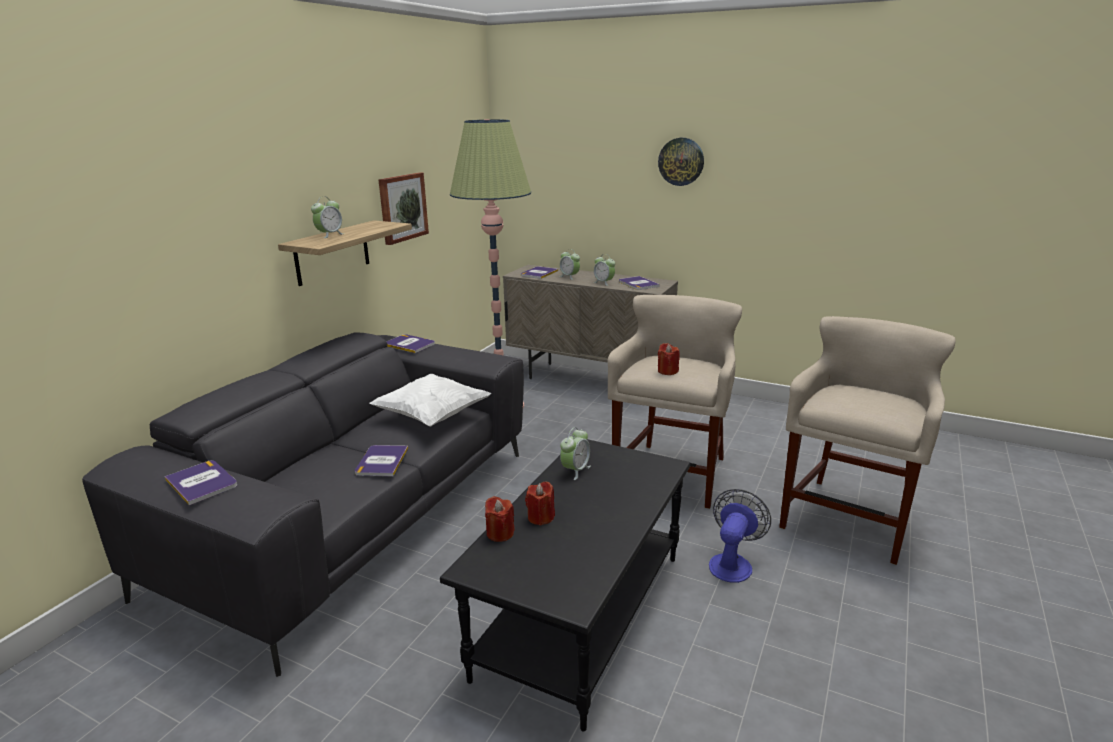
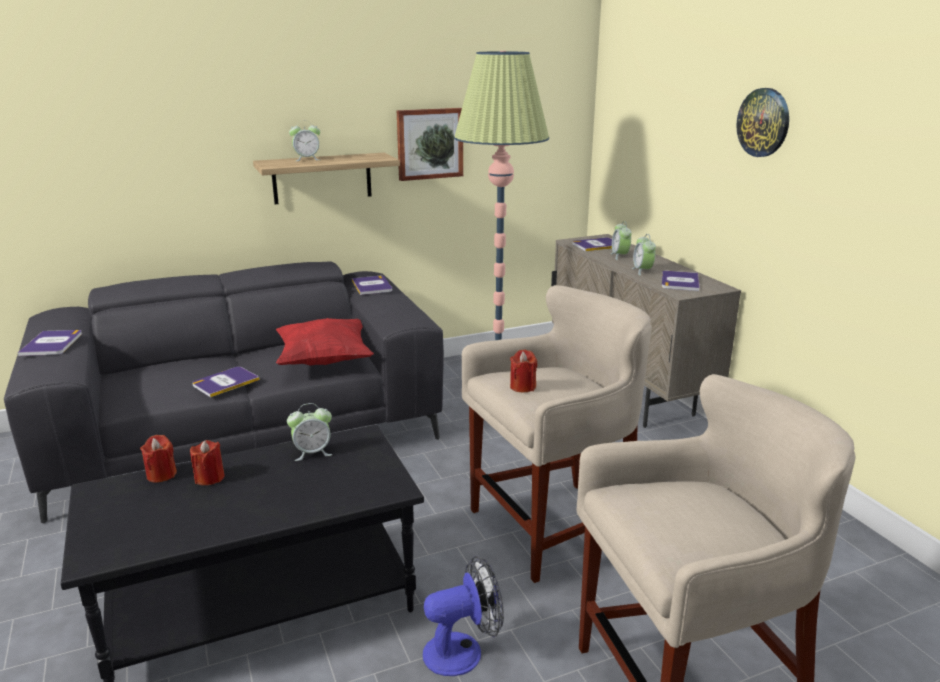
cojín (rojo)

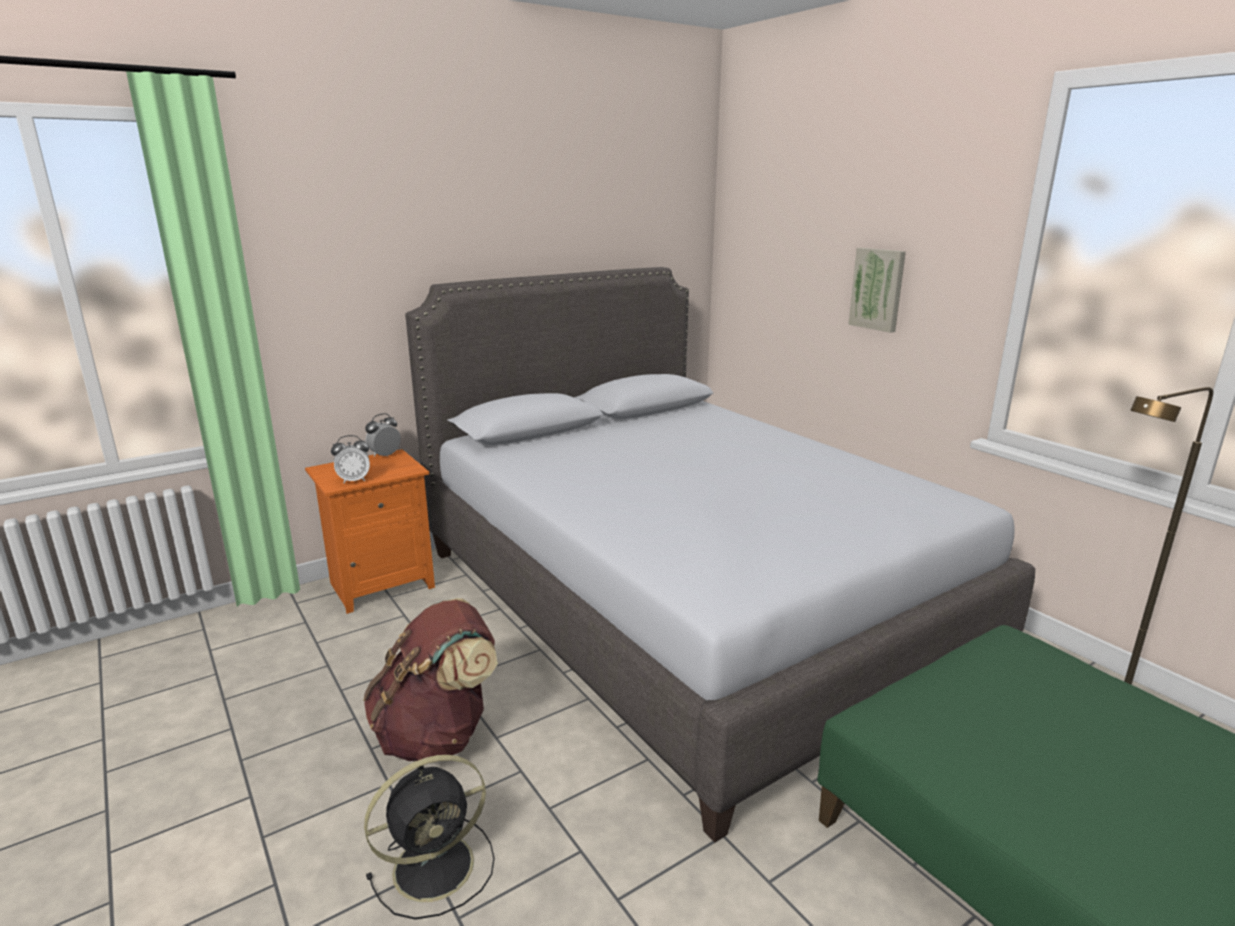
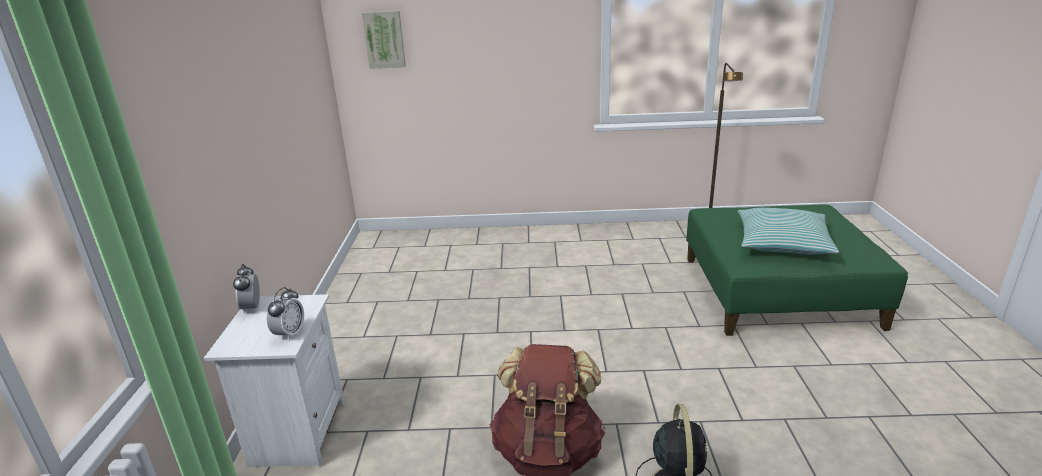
mesita de noche (blanco); cuadro; cojín; cama (gris)

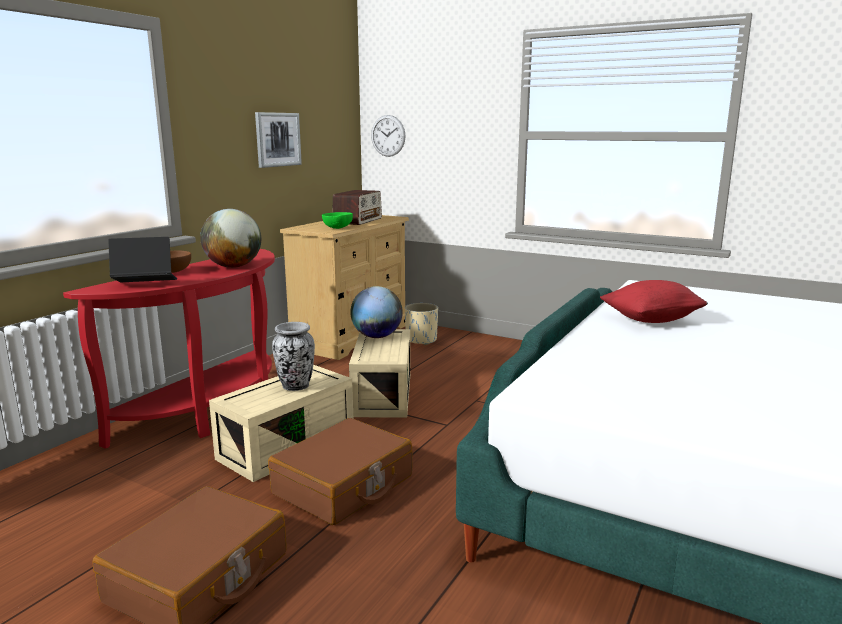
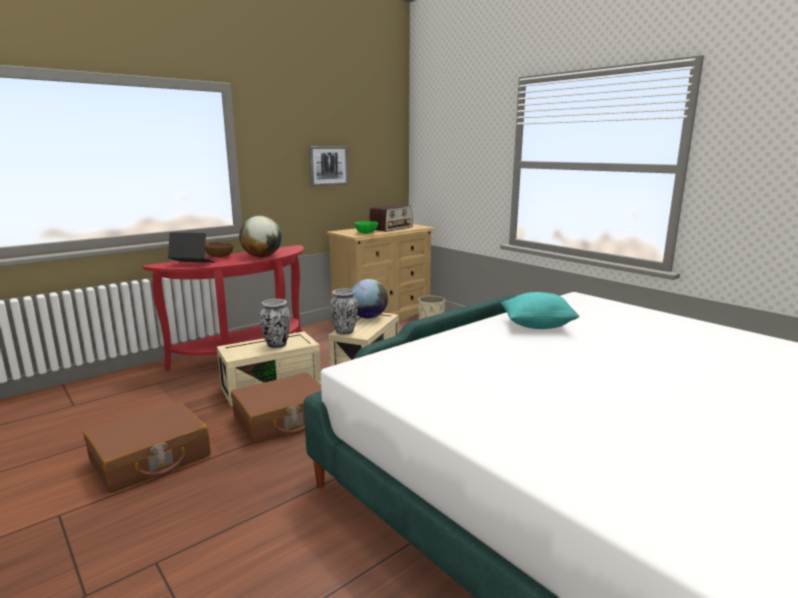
florero (2nd from left); cojín (turquesa); reloj de pared

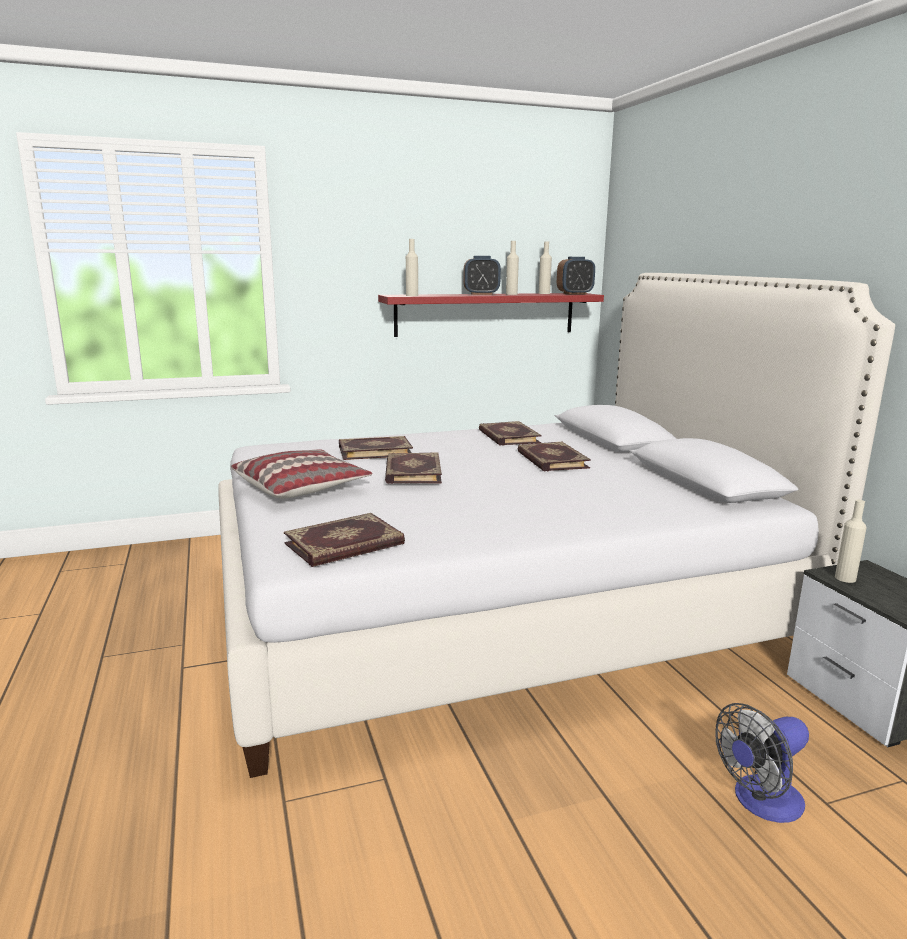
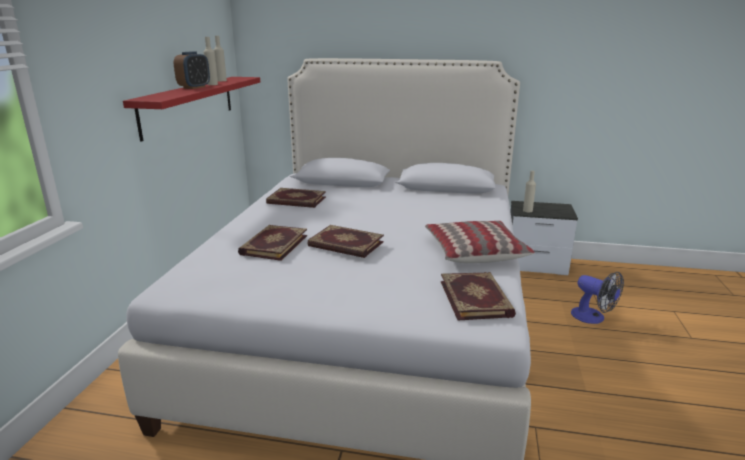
cojín; ventilador; botella (beis) (1st from left in the first image); libro (5th from left in the first image); despertador (2nd from left in the first image)

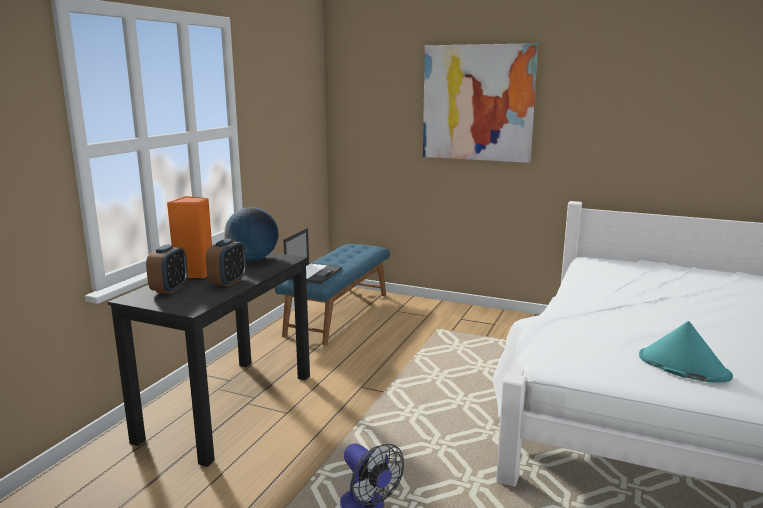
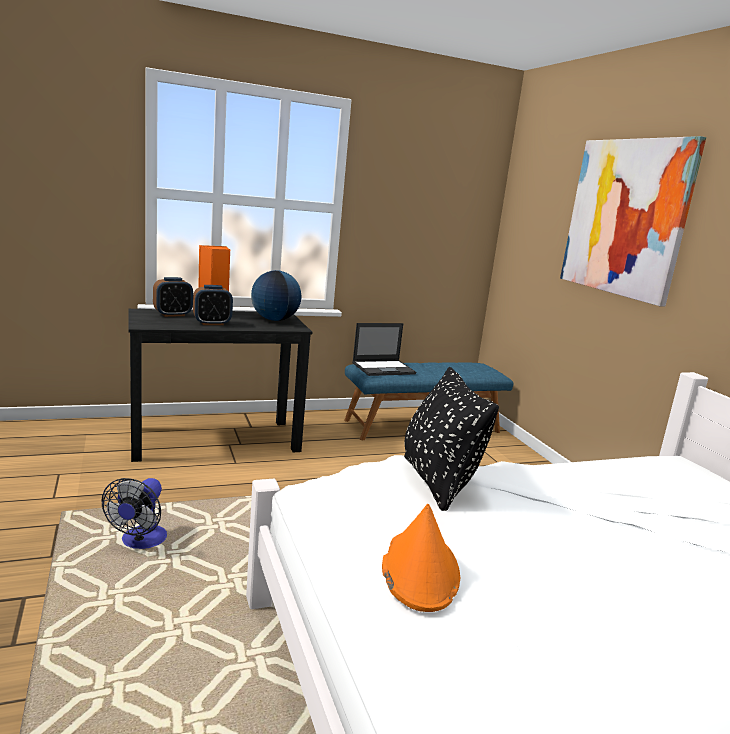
sombrero (naranja); cojín (negro)

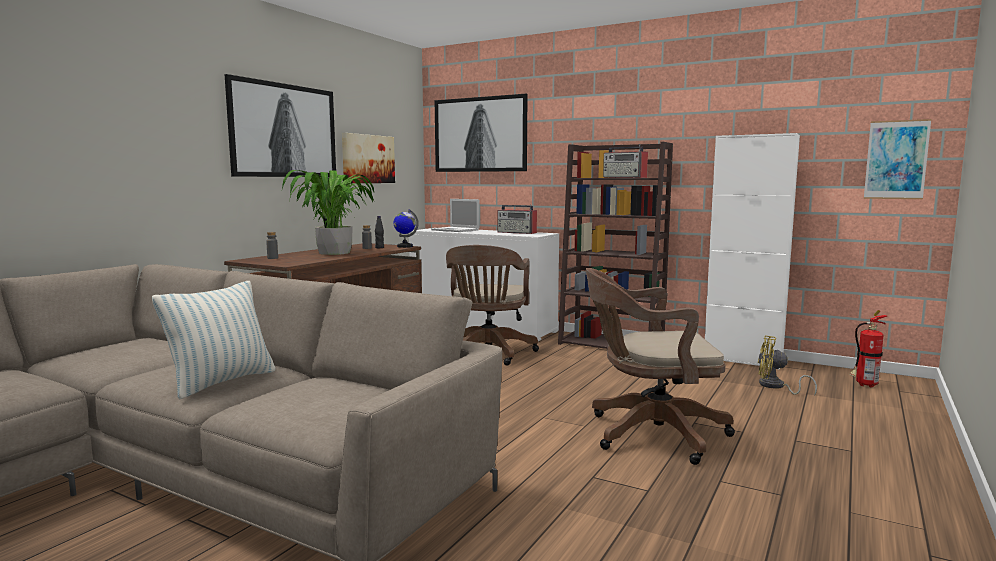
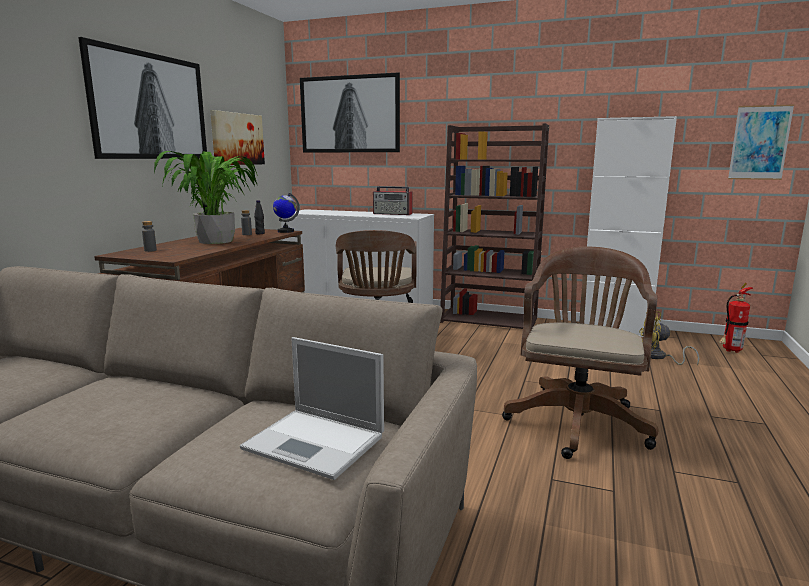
portátil; silla de oficina (marrón) (2nd from left); cojín; radio (2nd from left in the first image)

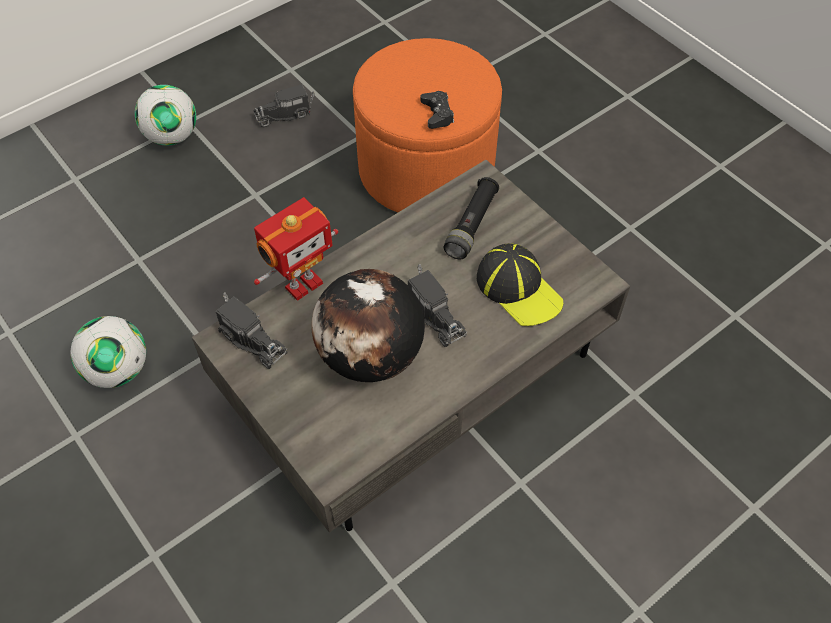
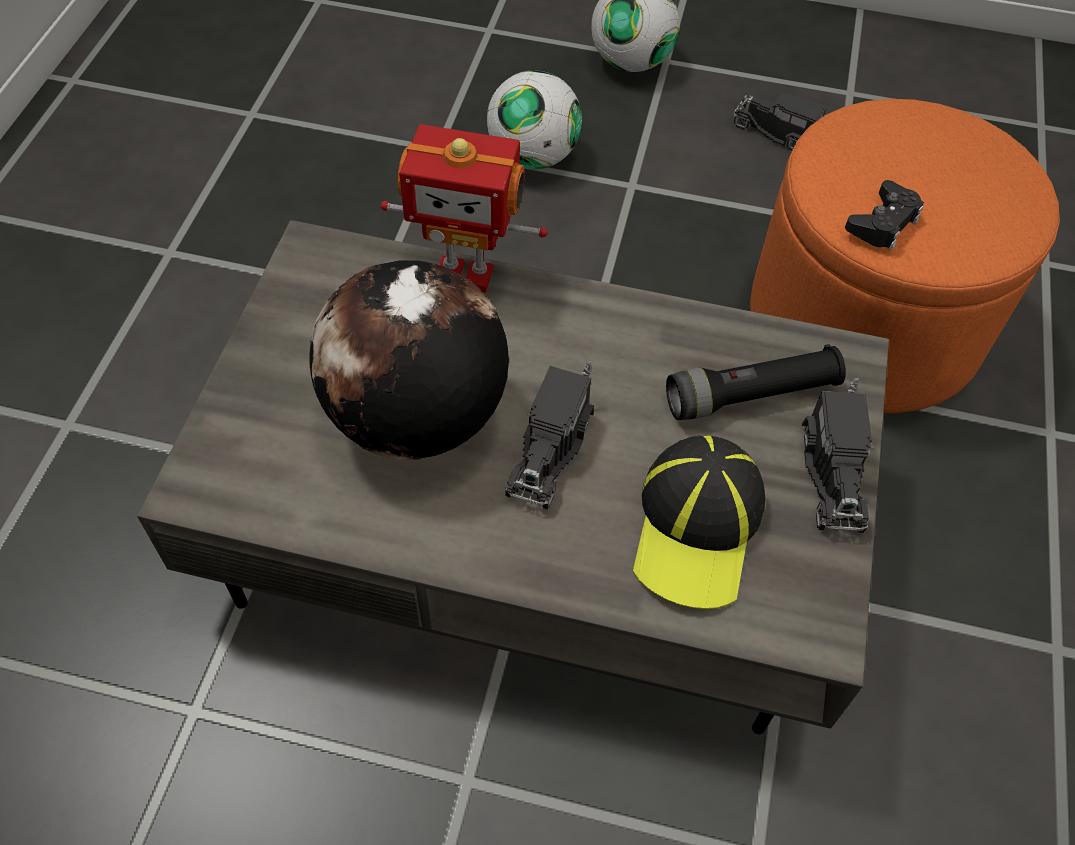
balón de fútbol (1st from left); camión de juguete (3rd from left)

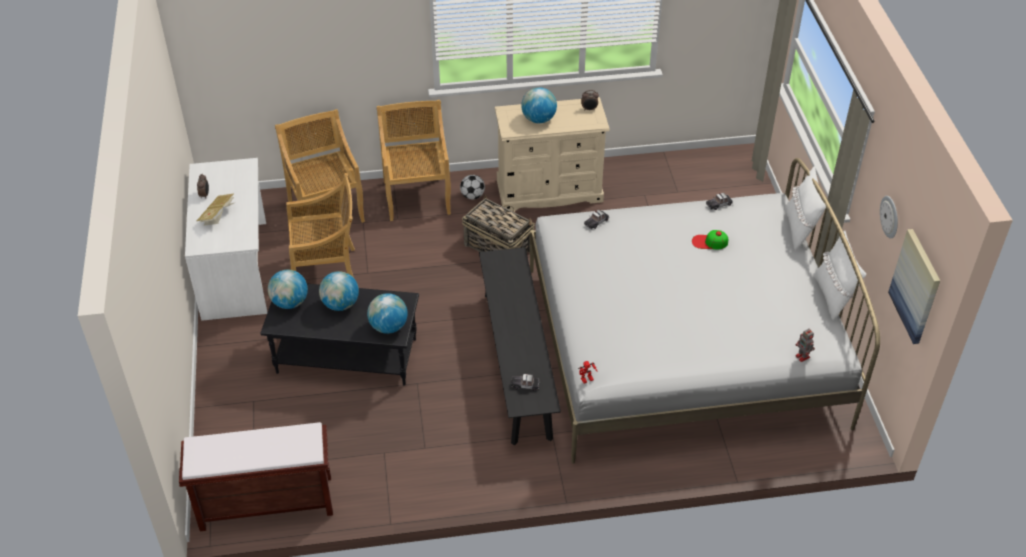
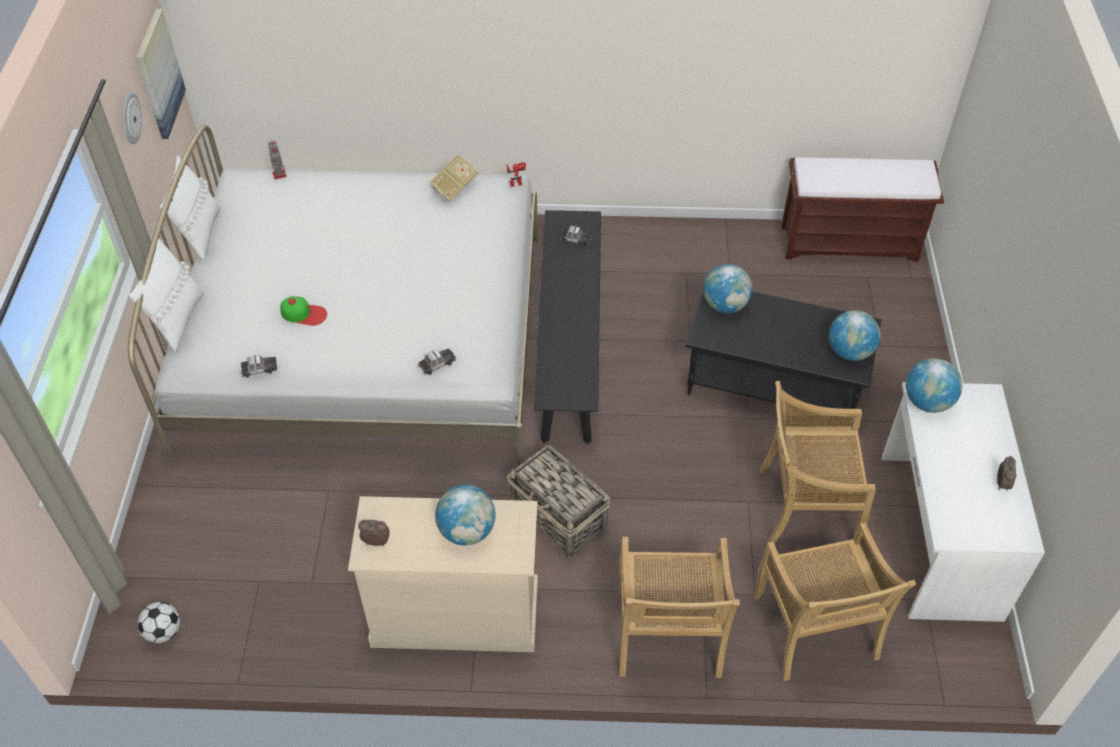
balón de fútbol; libro; globo terráqueo (4th from left)

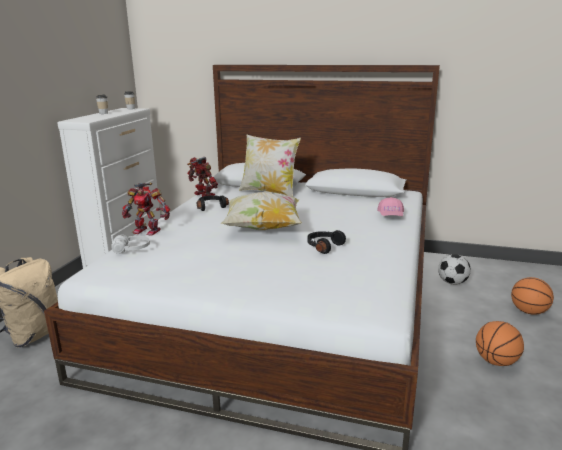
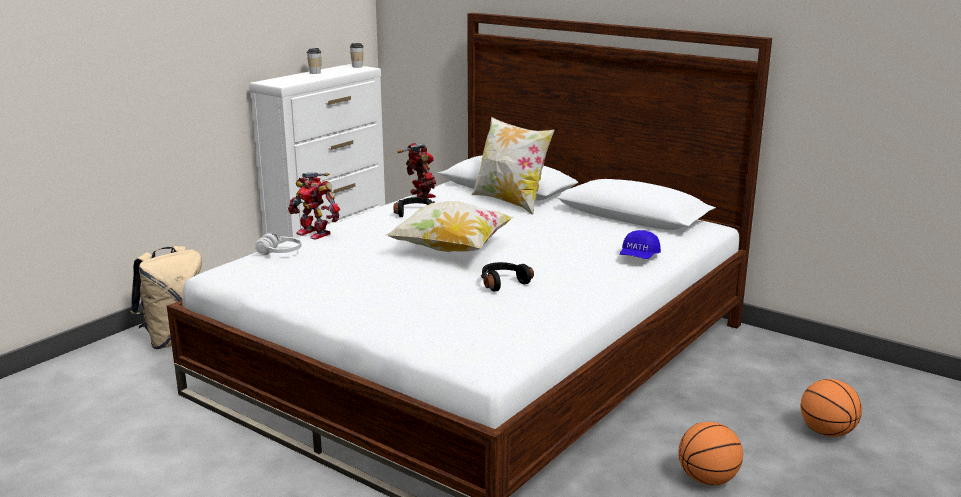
gorra (azul); balón de fútbol

